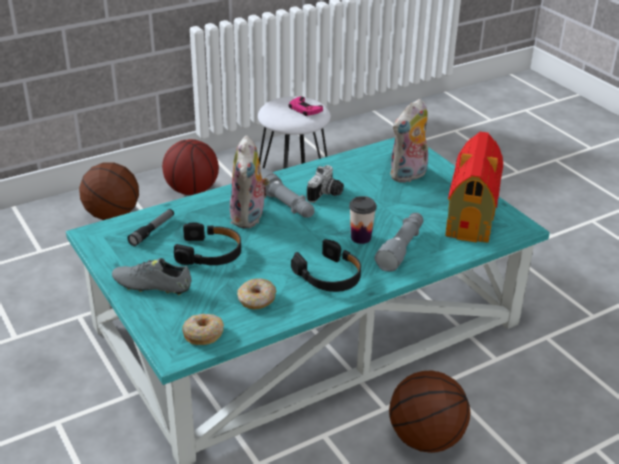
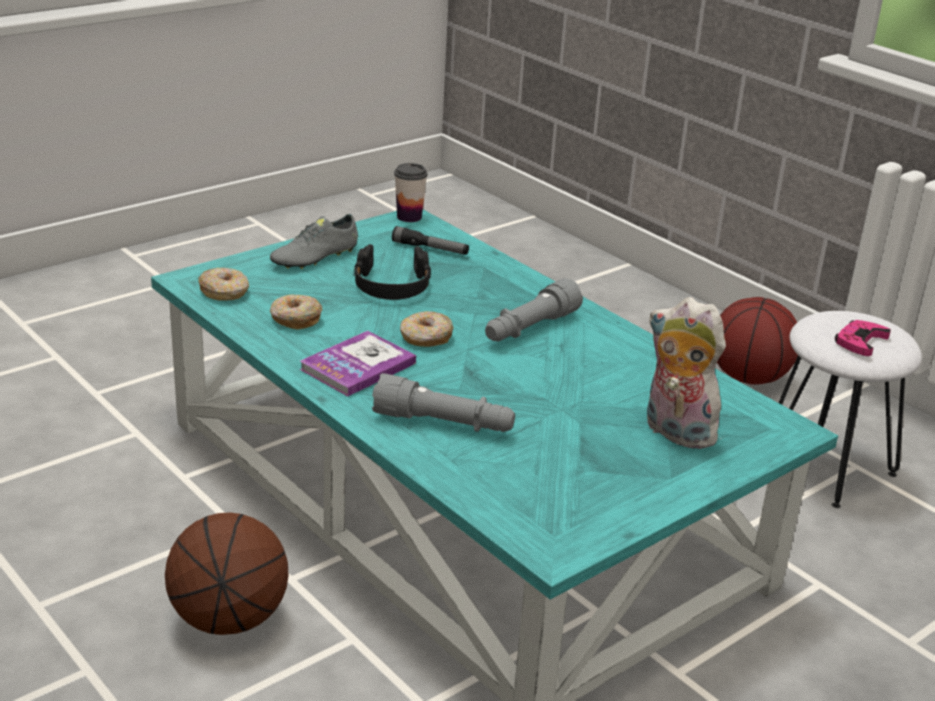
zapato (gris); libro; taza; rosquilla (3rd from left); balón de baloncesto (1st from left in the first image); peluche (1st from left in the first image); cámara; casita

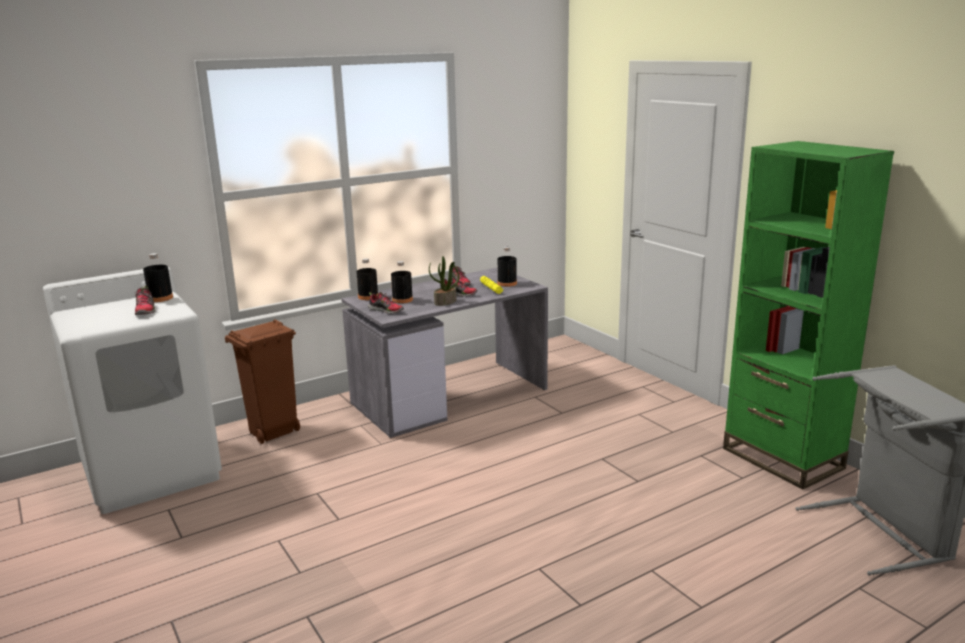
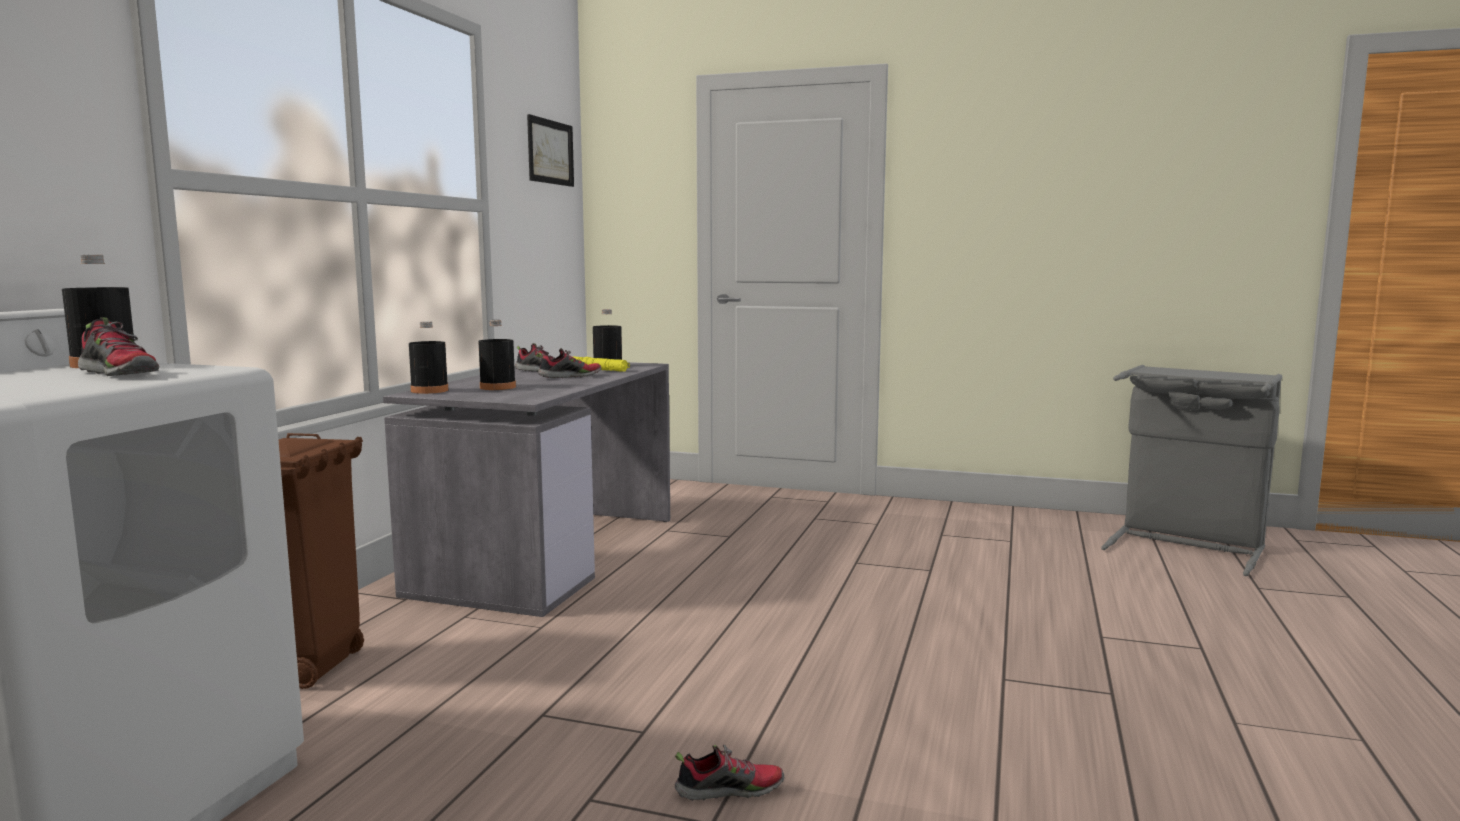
cuadro; zapato (4th from left); planta en maceta; estantería (verde)

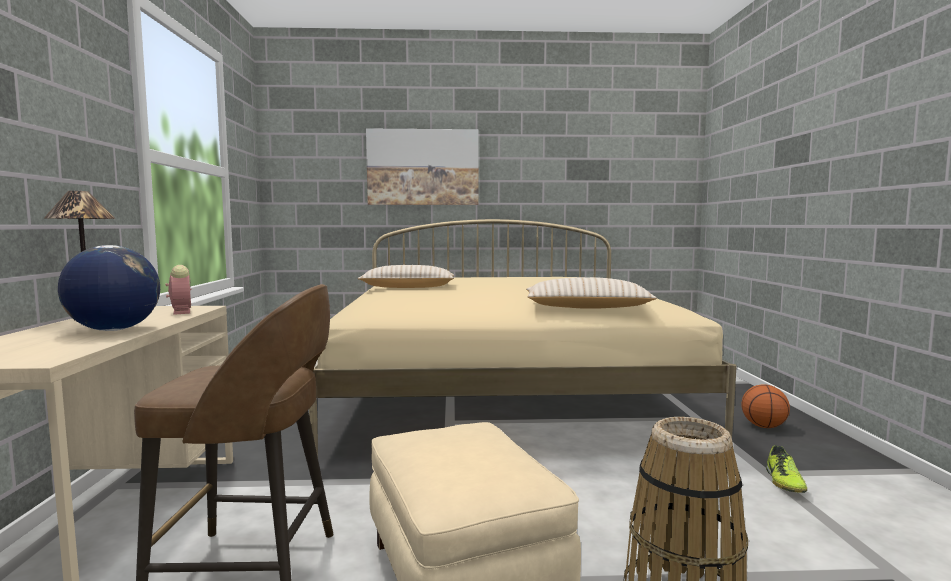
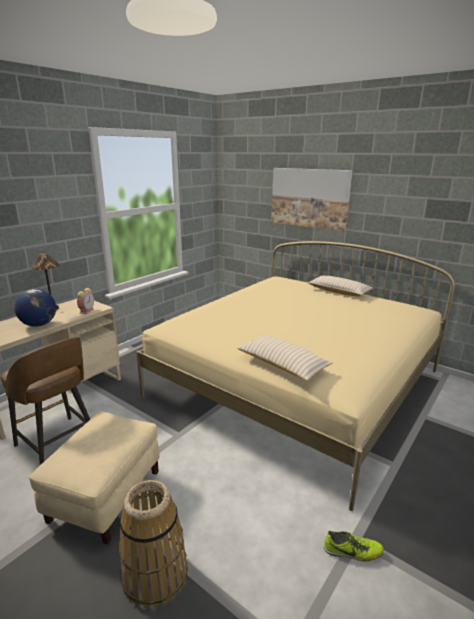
cojín (beis) (2nd from left); zapato; balón de baloncesto

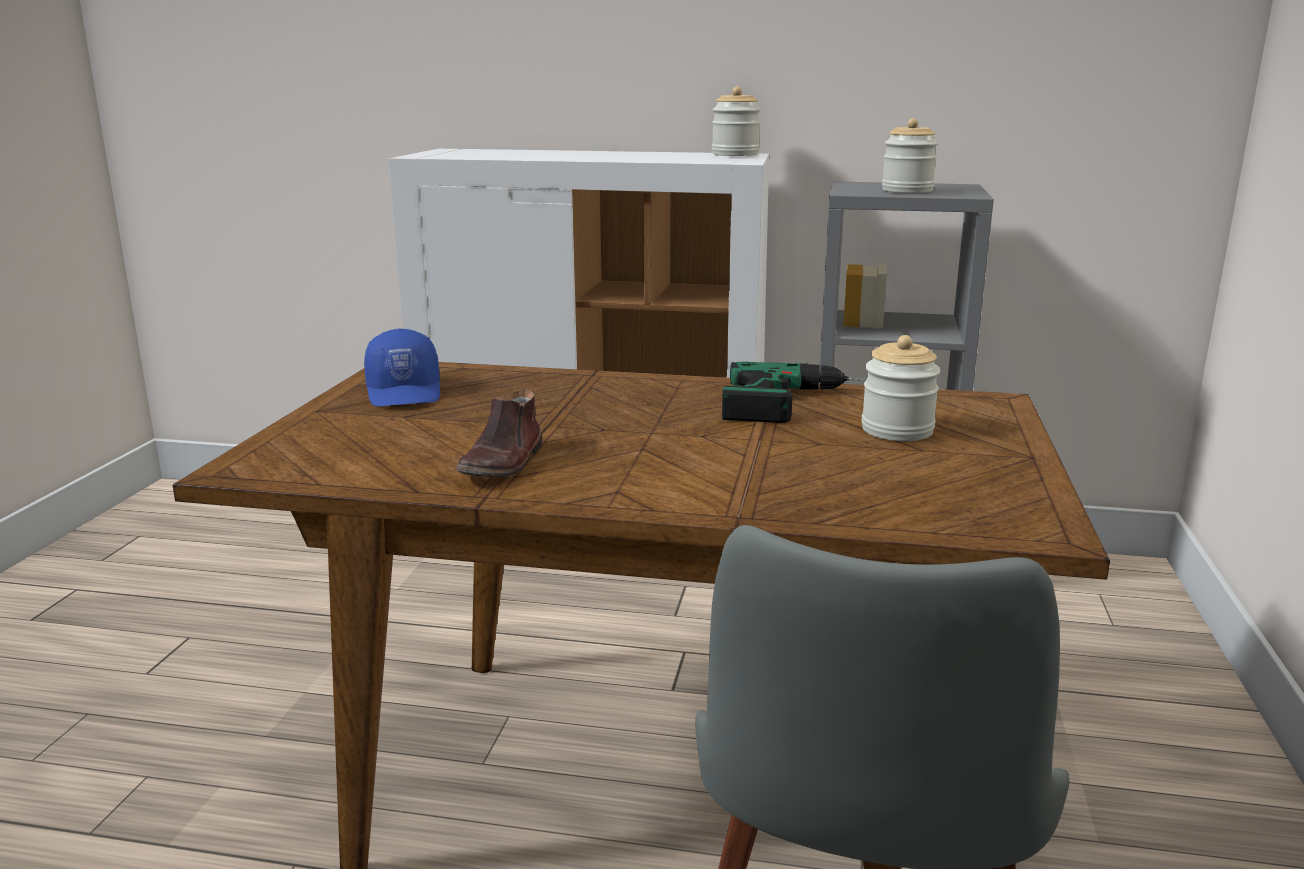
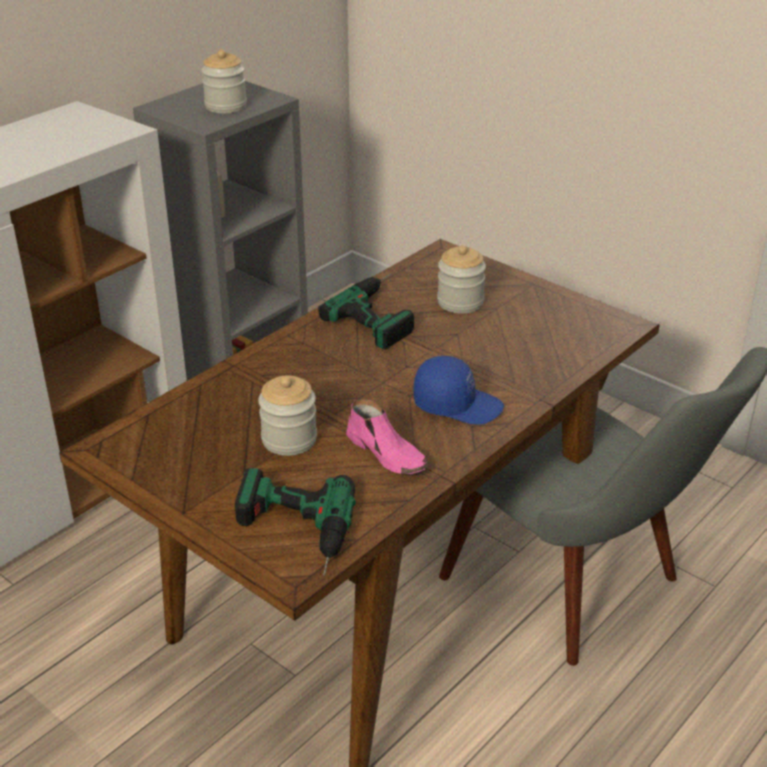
taladro (1st from left); tarro (2nd from left); zapato (rosa); gorra (azul)

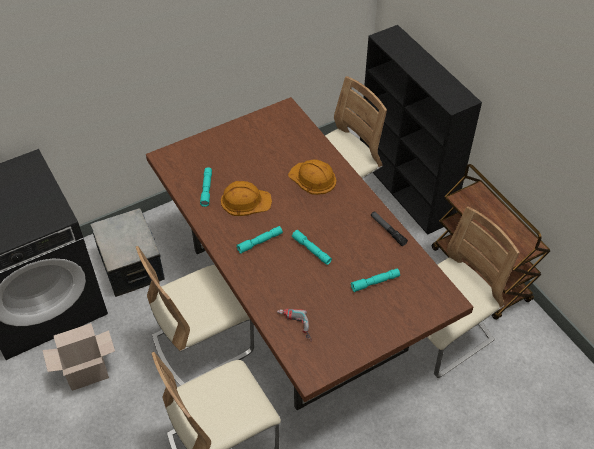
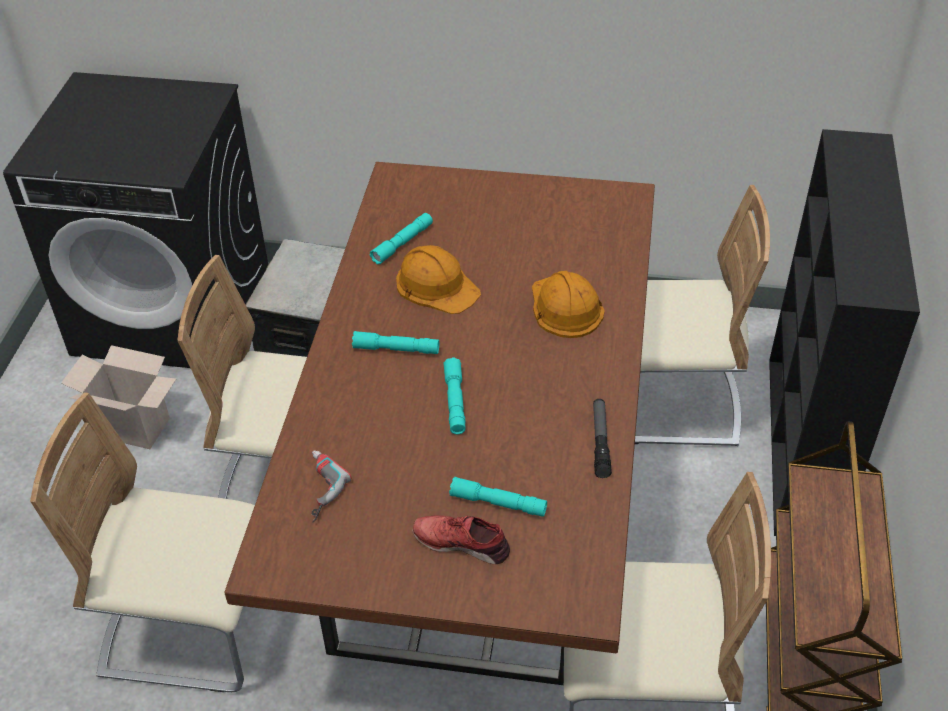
zapato (rojo)

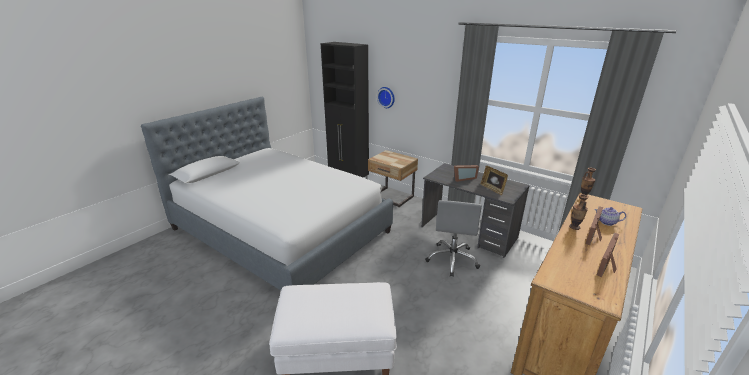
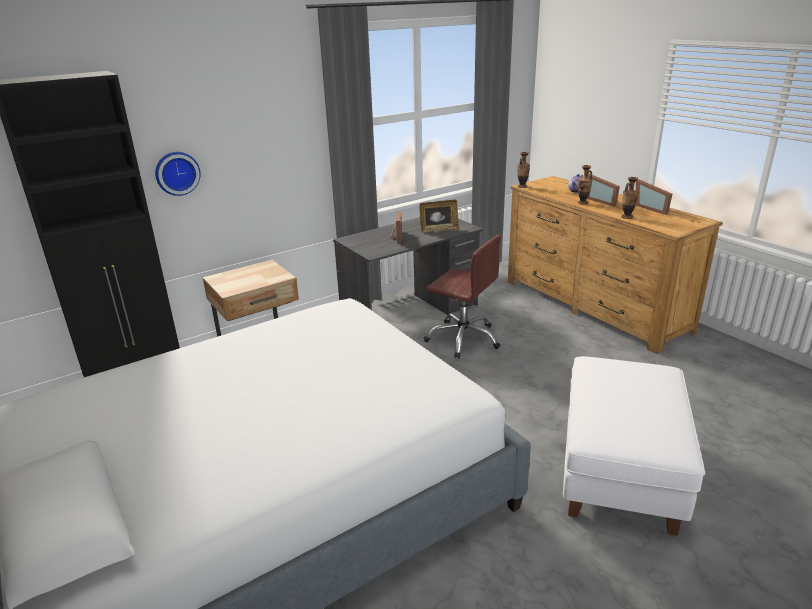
silla de oficina (marrón); florero (3rd from left)

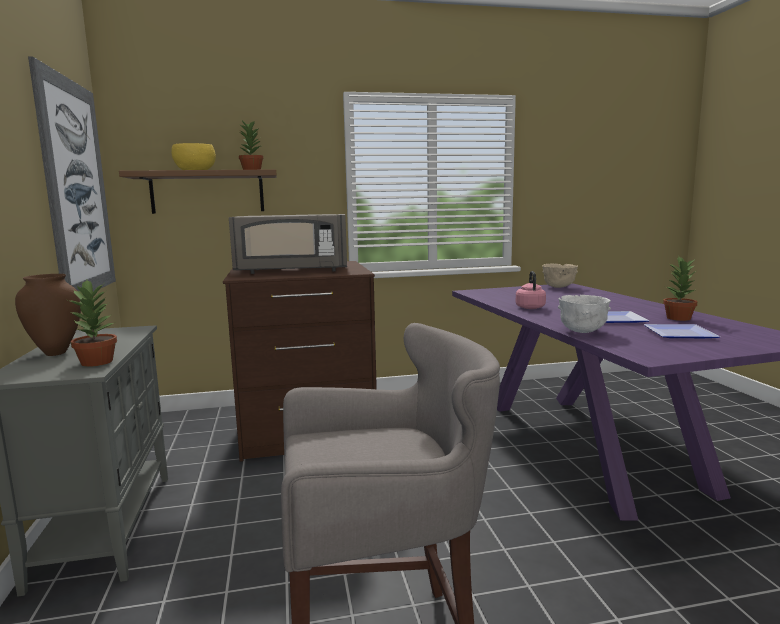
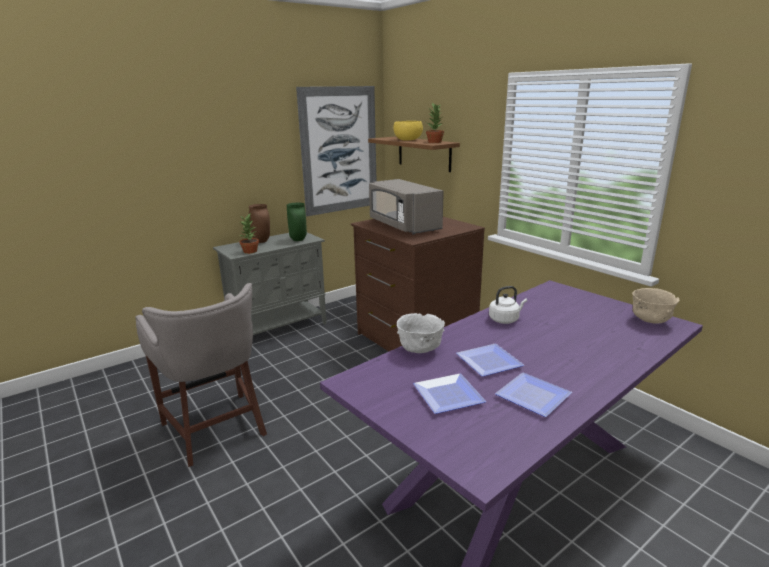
florero (verde); hervidor (blanco); plato (3rd from left)

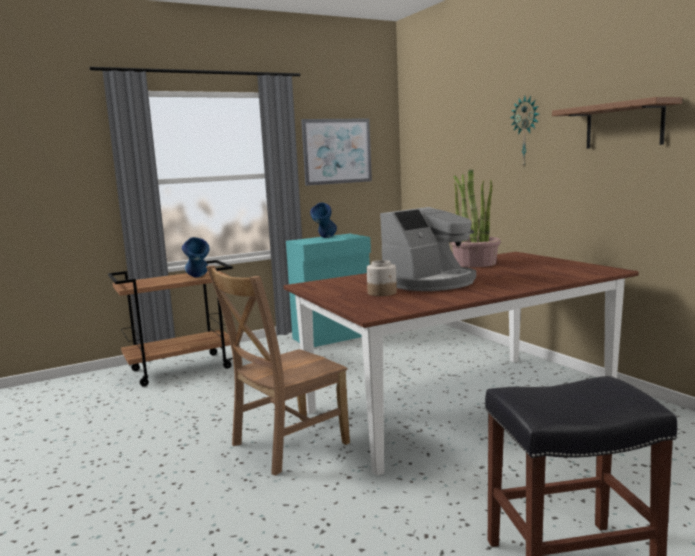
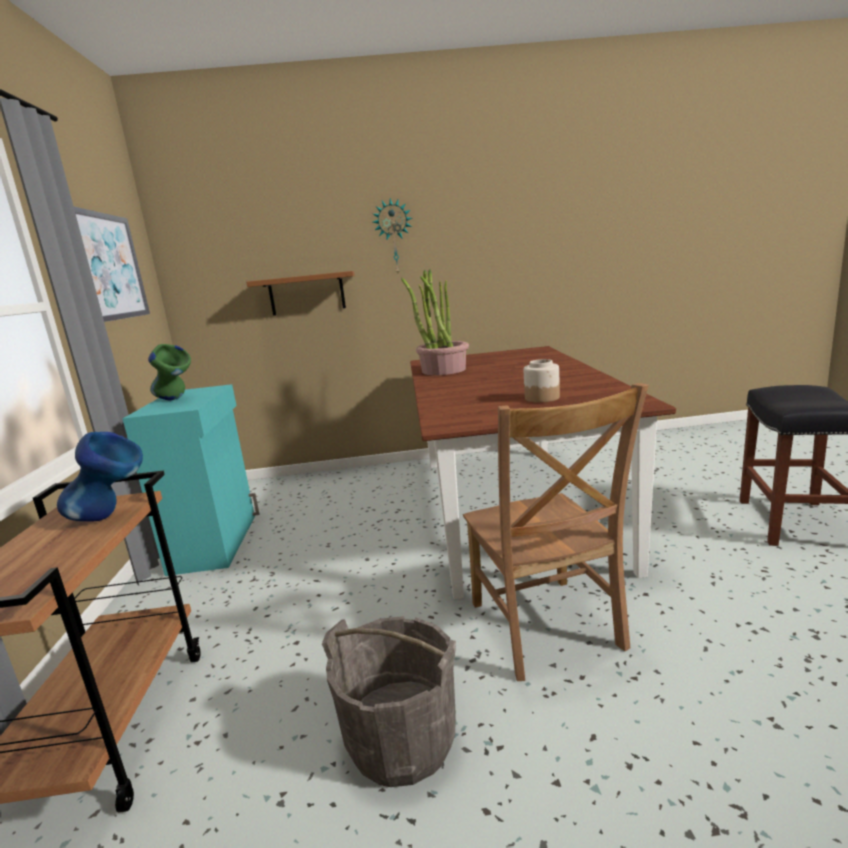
florero (verde); estante (marrón); cubo (gris); cafetera

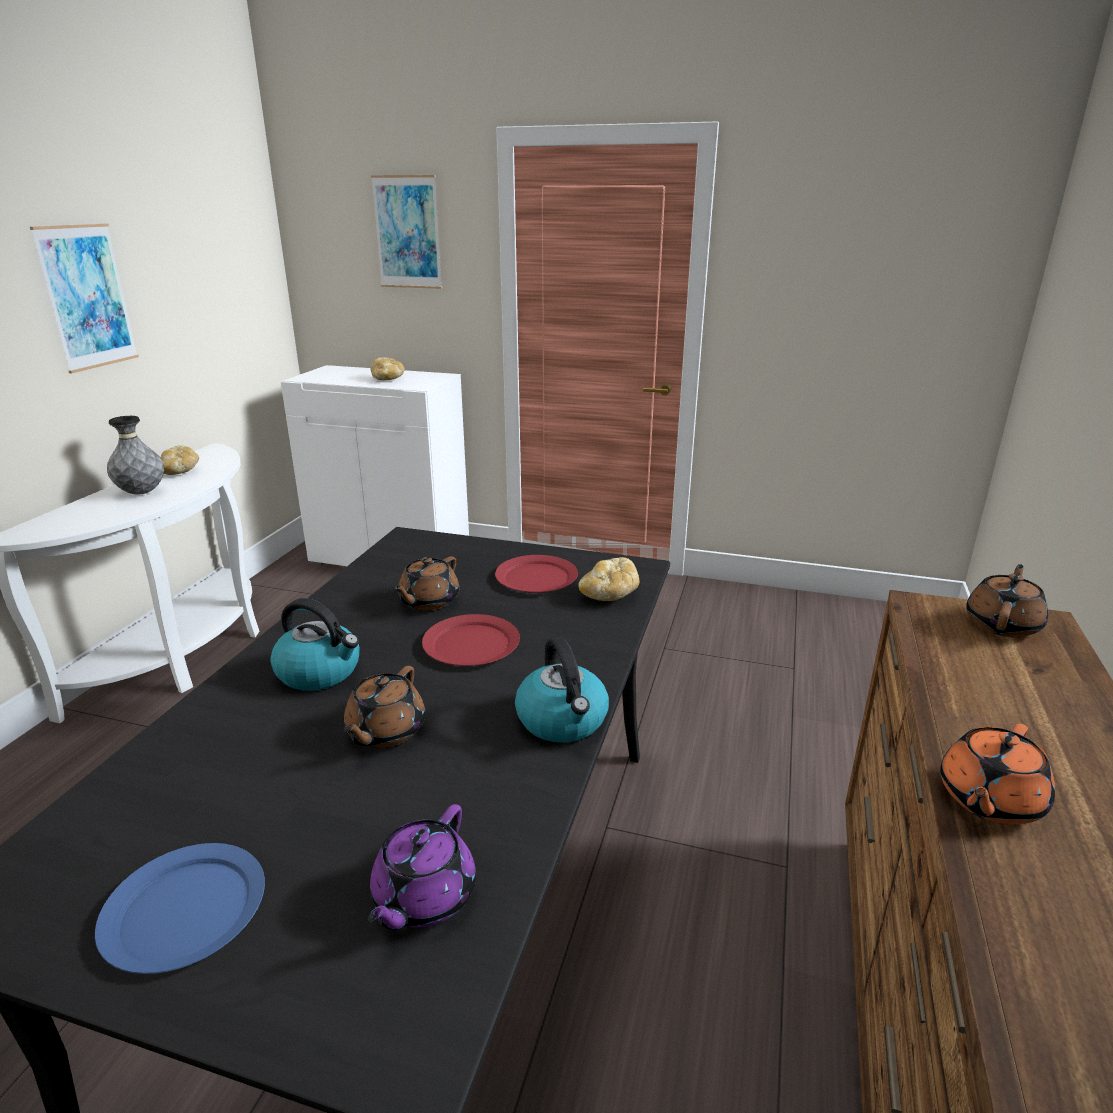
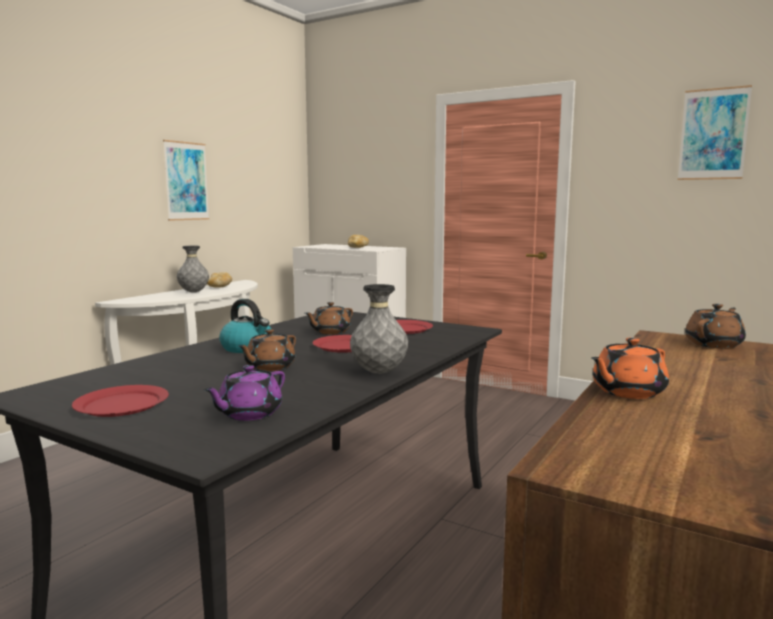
plato (rojo) (1st from left); florero (gris) (2nd from left); cuadro (2nd from left); pan (3rd from left in the first image)

